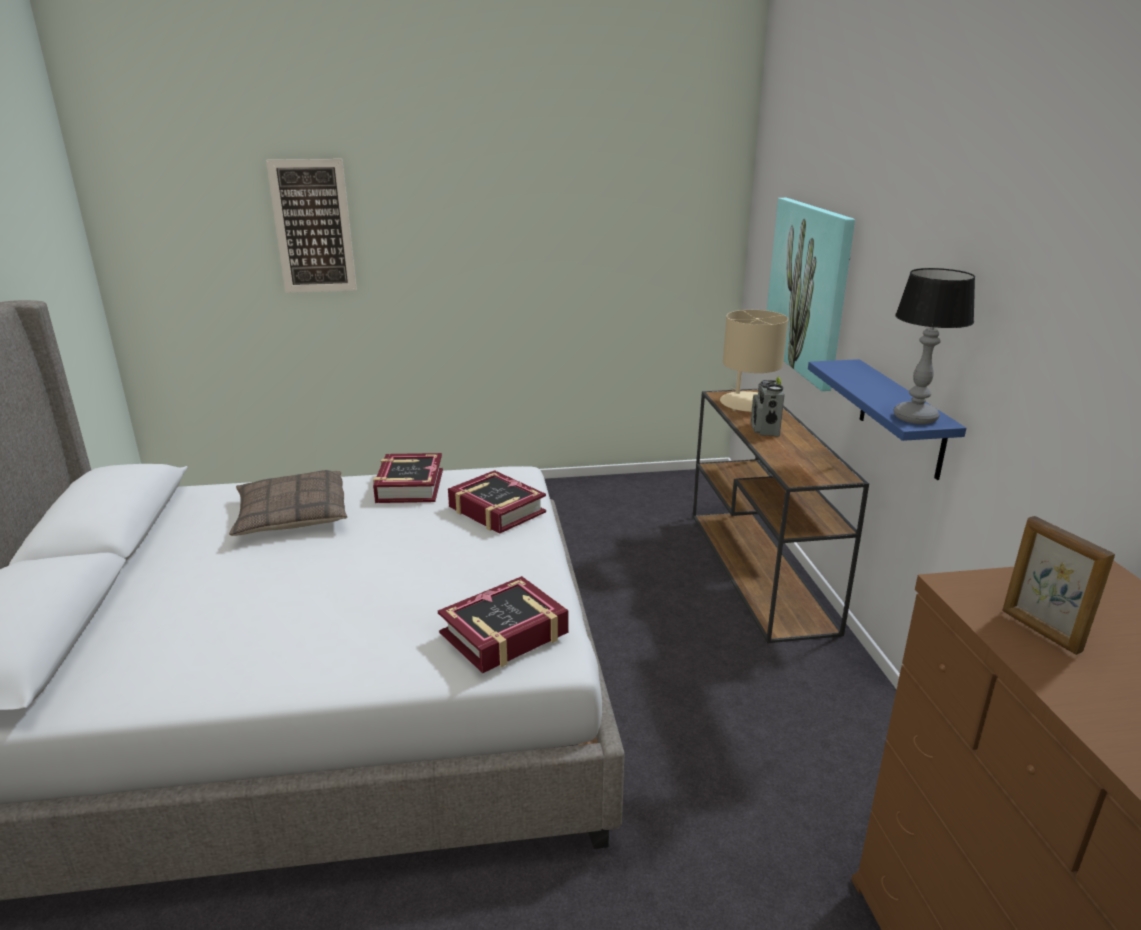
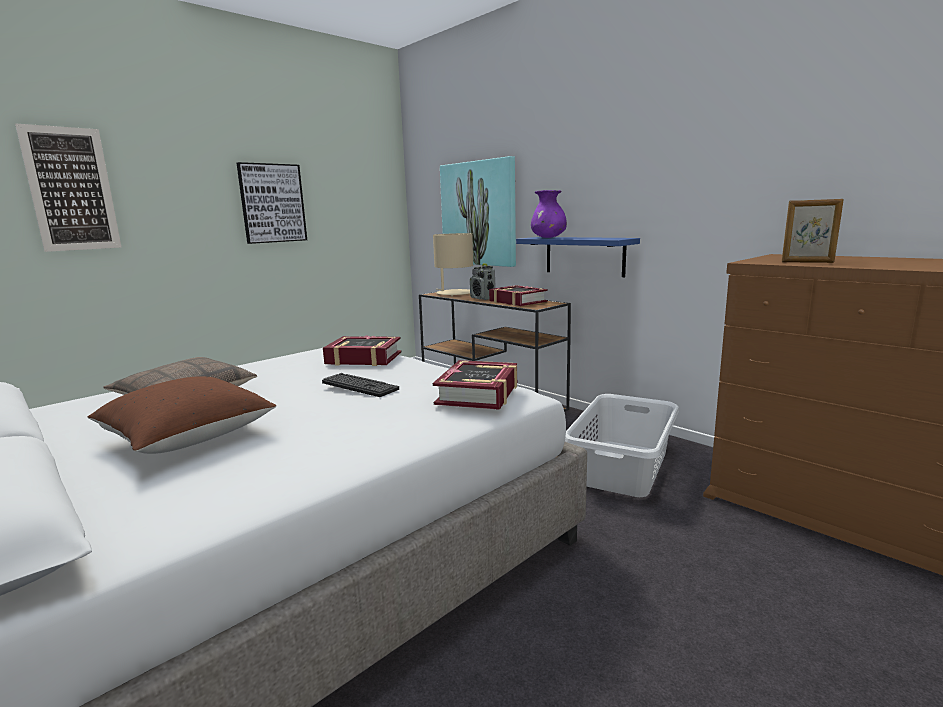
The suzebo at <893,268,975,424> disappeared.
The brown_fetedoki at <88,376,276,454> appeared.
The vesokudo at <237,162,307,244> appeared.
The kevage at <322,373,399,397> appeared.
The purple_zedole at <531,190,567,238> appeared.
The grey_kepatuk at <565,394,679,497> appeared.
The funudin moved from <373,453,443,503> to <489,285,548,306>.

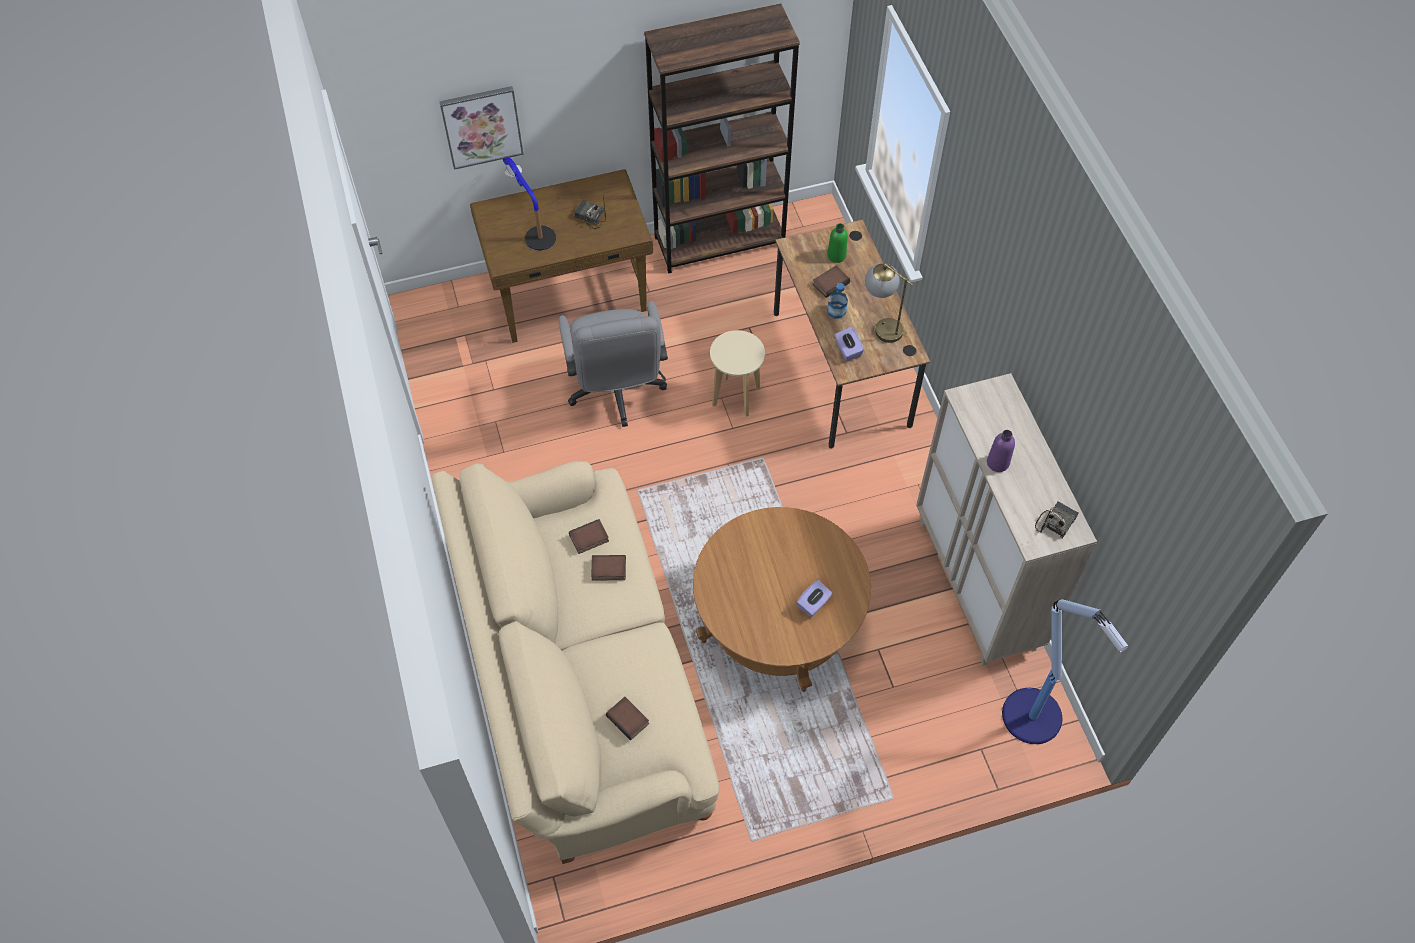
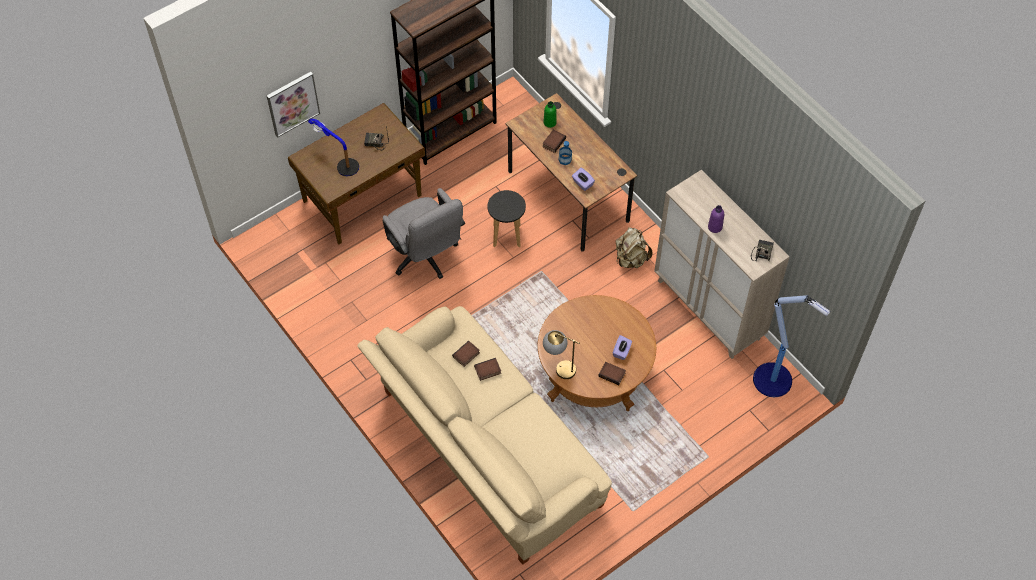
The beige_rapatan at <616,227,652,268> appeared.
The funudin moved from <606,697,649,740> to <598,362,626,385>.
The suzebo moved from <865,263,913,343> to <543,330,580,379>.
The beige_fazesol at <710,330,765,417> became the black_fazesol at <487,190,526,247>.

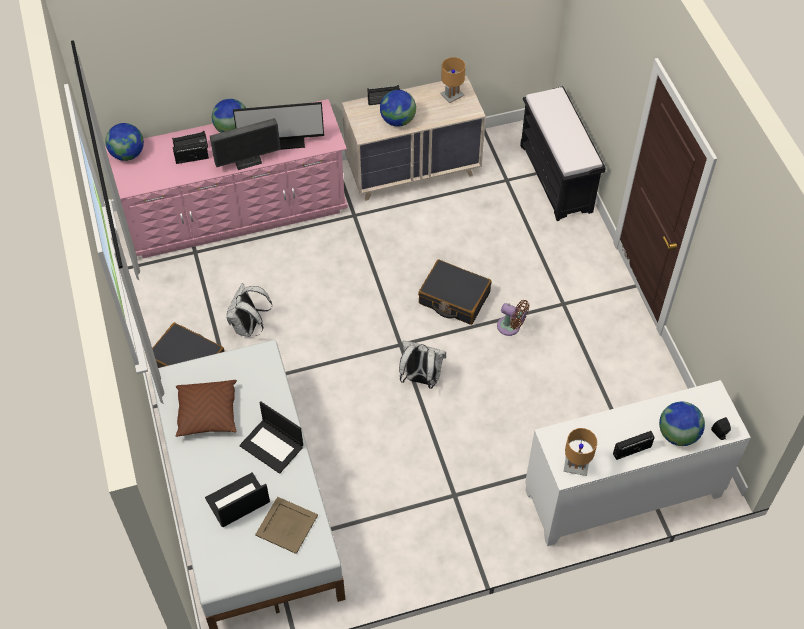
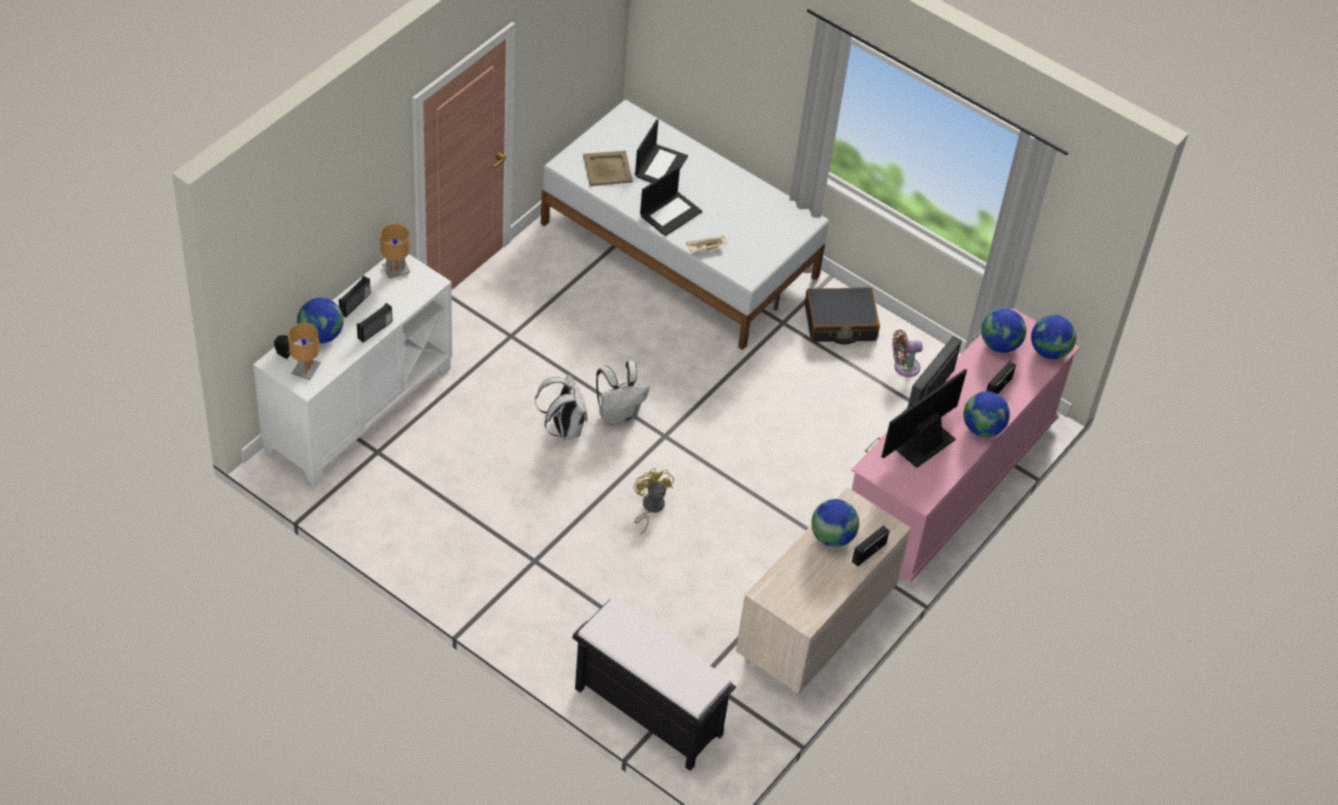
The brown_fetedoki at <176,380,237,437> disappeared.
The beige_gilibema at <685,236,726,251> appeared.
The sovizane at <981,308,1026,353> appeared.
The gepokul moved from <173,142,209,164> to <357,303,393,343>.
The white_rapatan moved from <227,283,272,337> to <535,375,587,440>.
The brown_suzebo moved from <440,57,465,103> to <288,323,321,380>.
The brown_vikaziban moved from <497,300,529,336> to <892,330,923,377>.
The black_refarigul at <418,259,491,325> was replaced by the yellow_vikaziban at <634,468,674,535>.
The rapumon at <239,401,303,474> turned 135 degrees clockwise.

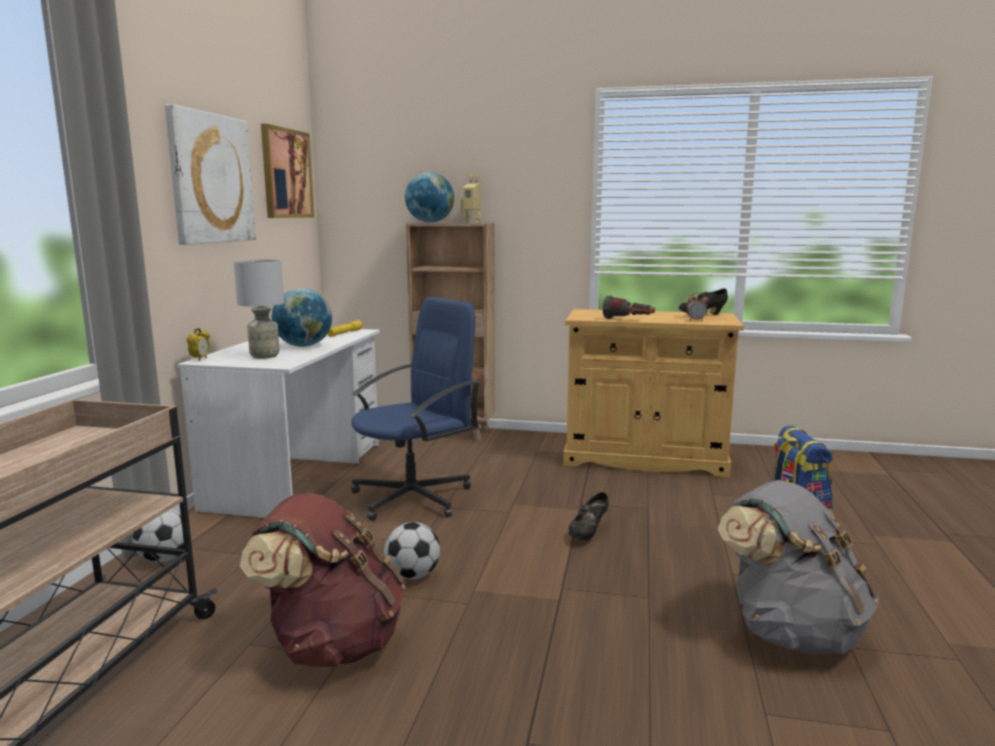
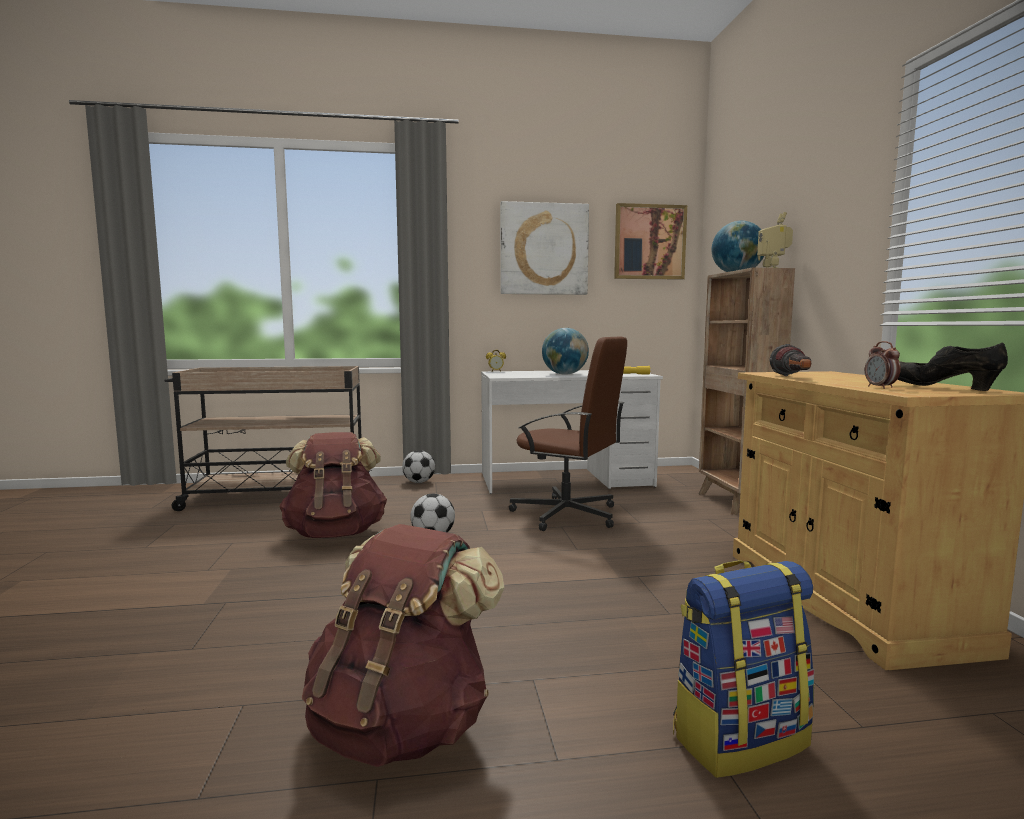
The grey_suzebo at <234,259,284,359> disappeared.
The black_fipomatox at <569,492,608,541> disappeared.
The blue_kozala at <351,297,480,521> became the brown_kozala at <509,337,627,531>.
The grey_rapatan at <718,480,879,655> became the brown_rapatan at <302,524,504,767>.

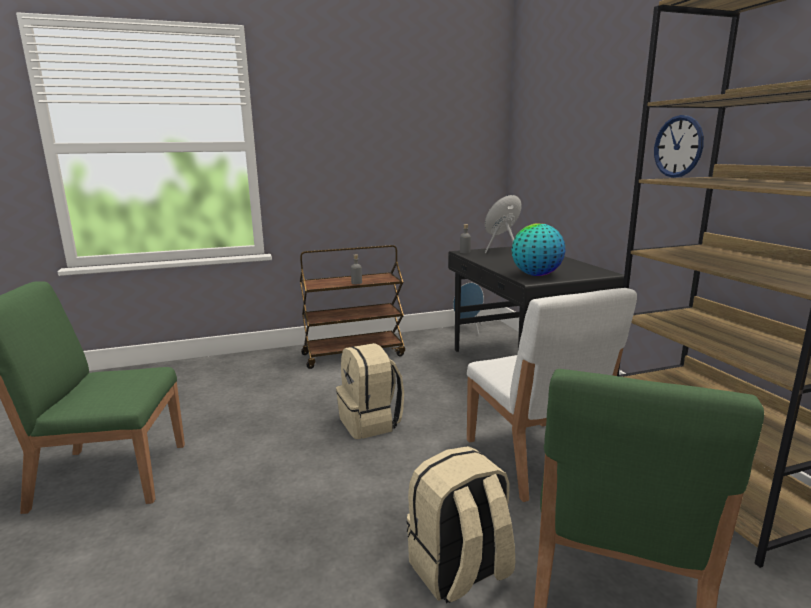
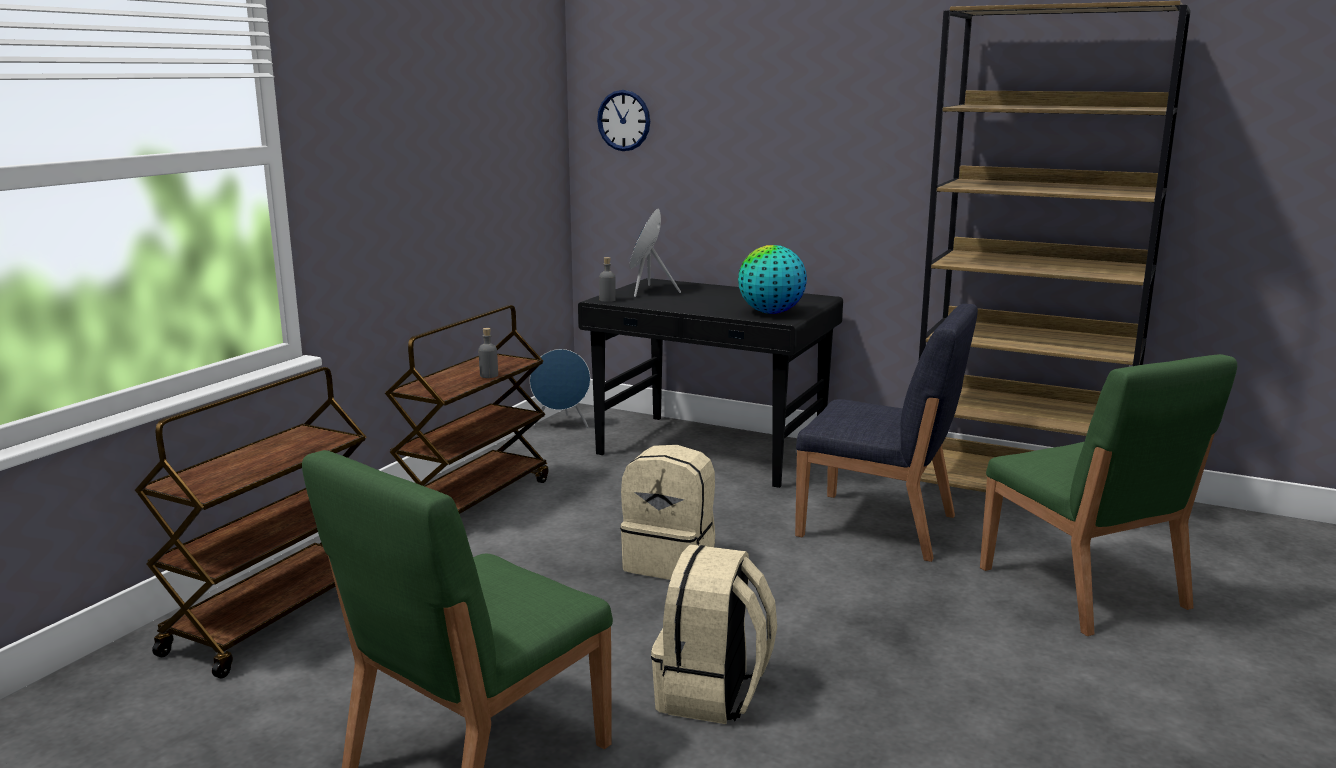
The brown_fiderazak at <135,367,367,678> appeared.
The beige_rapatan moved from <407,446,515,603> to <651,545,777,724>.
The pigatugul moved from <654,115,704,178> to <597,90,650,151>.
The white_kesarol at <467,288,637,502> became the blue_kesarol at <795,304,978,562>.

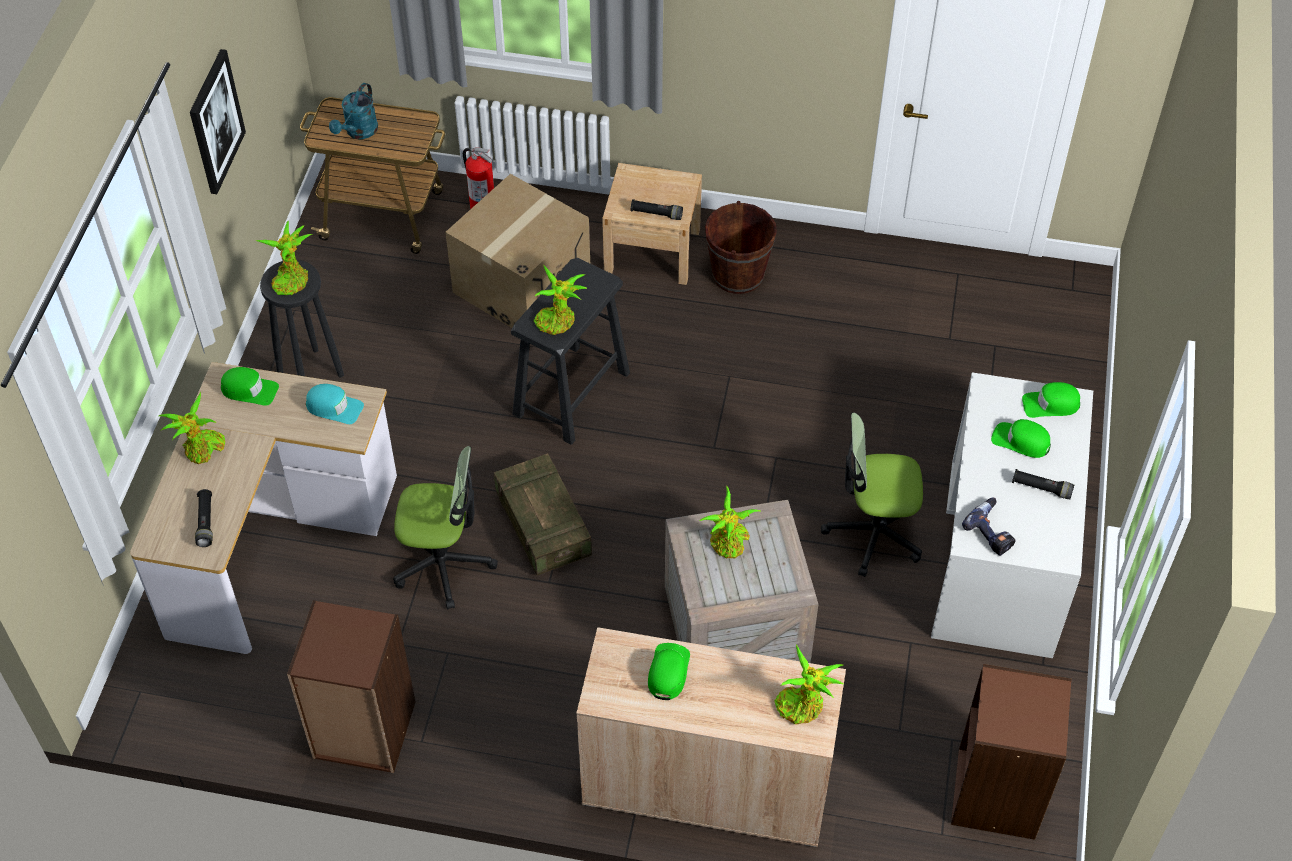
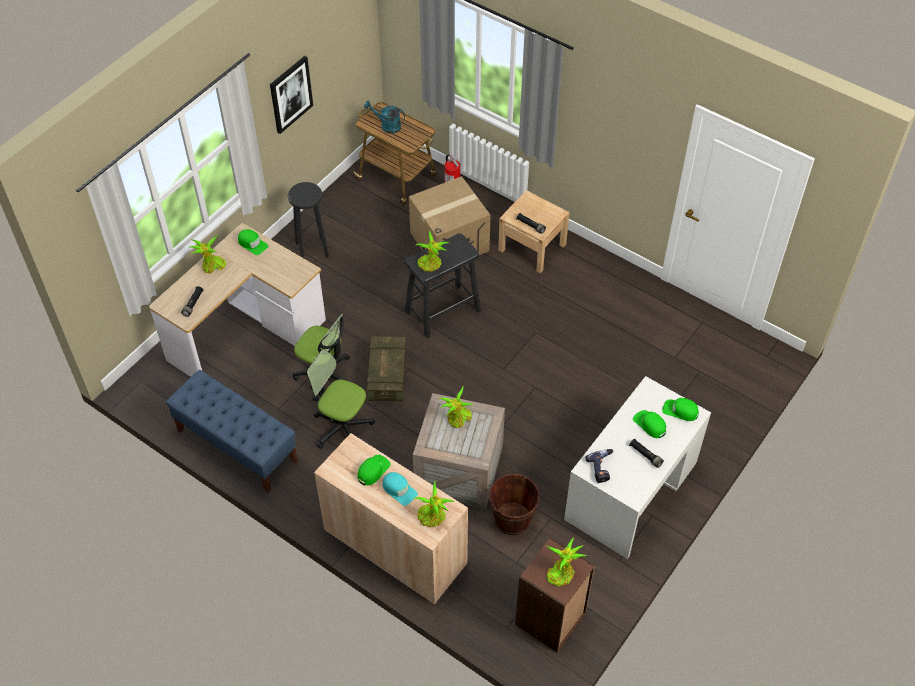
The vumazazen moved from <255,220,313,295> to <547,537,587,586>.
The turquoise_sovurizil moved from <306,384,364,424> to <383,472,418,506>.
The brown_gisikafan moved from <705,201,777,294> to <489,474,540,535>.
The kozala moved from <821,412,923,577> to <307,350,375,449>.
The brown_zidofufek at <287,600,415,773> was replaced by the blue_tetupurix at <166,370,298,493>.
The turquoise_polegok at <329,83,378,139> turned 60 degrees clockwise.

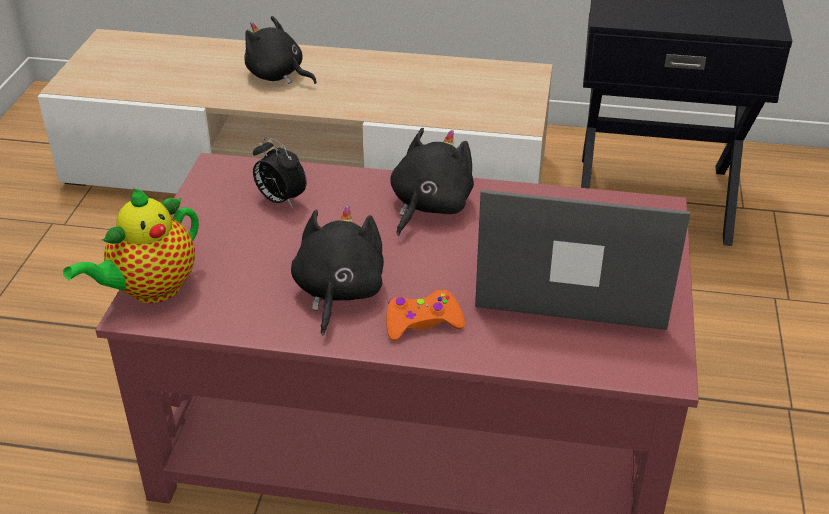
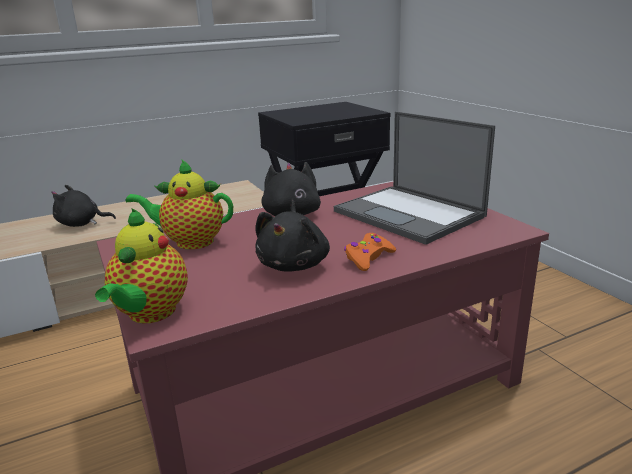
The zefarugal at <253,137,306,208> was replaced by the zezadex at <125,159,233,250>.
The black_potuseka at <291,205,384,335> turned 135 degrees counterclockwise.
The rapumon at <475,190,690,330> turned 105 degrees counterclockwise.

